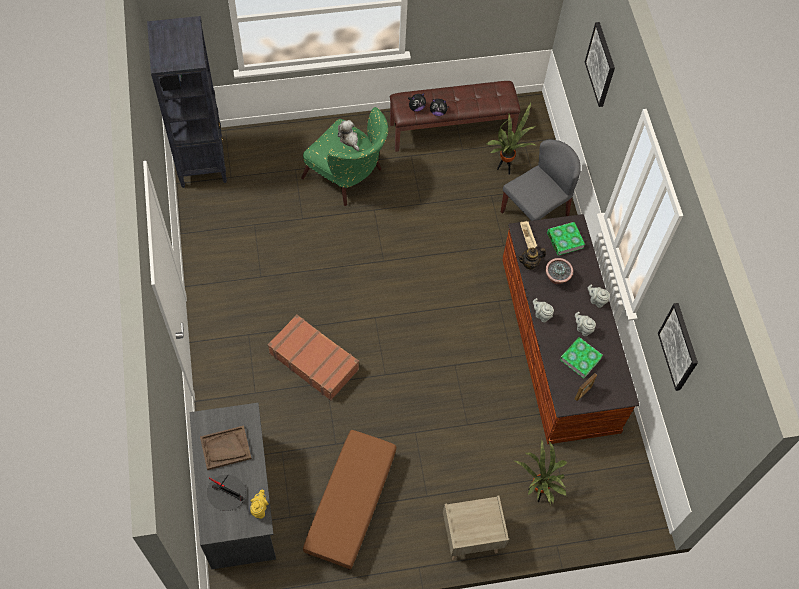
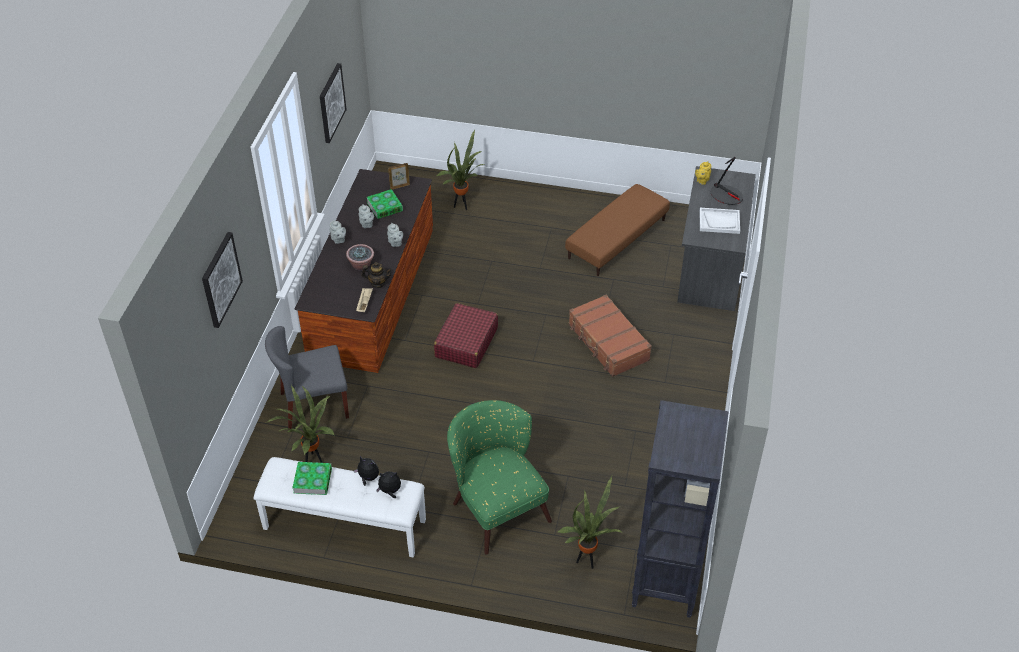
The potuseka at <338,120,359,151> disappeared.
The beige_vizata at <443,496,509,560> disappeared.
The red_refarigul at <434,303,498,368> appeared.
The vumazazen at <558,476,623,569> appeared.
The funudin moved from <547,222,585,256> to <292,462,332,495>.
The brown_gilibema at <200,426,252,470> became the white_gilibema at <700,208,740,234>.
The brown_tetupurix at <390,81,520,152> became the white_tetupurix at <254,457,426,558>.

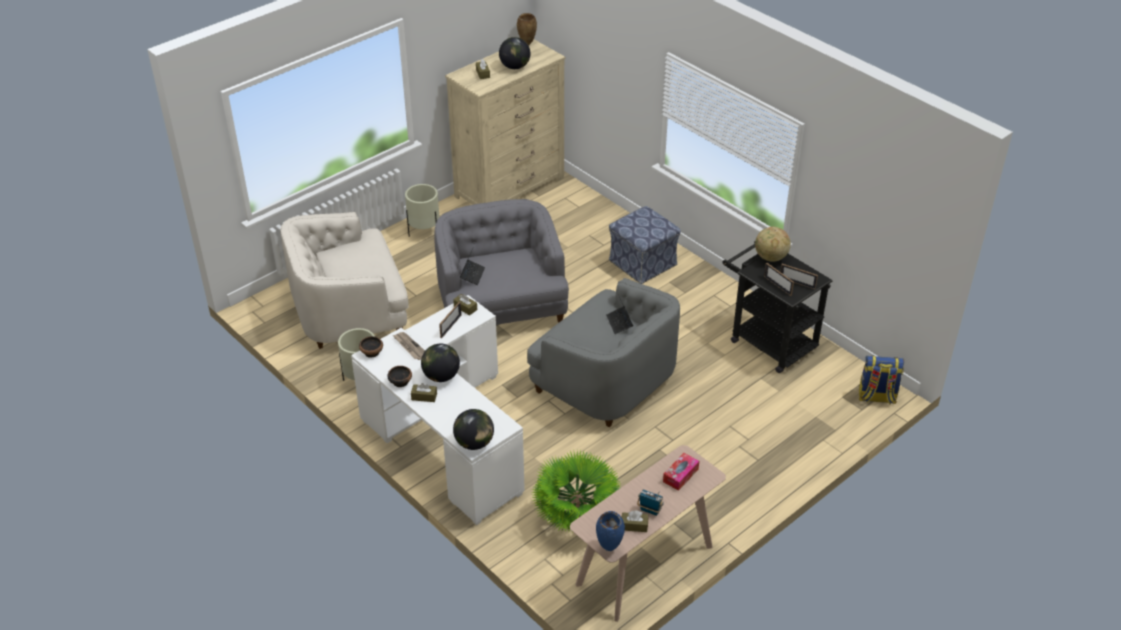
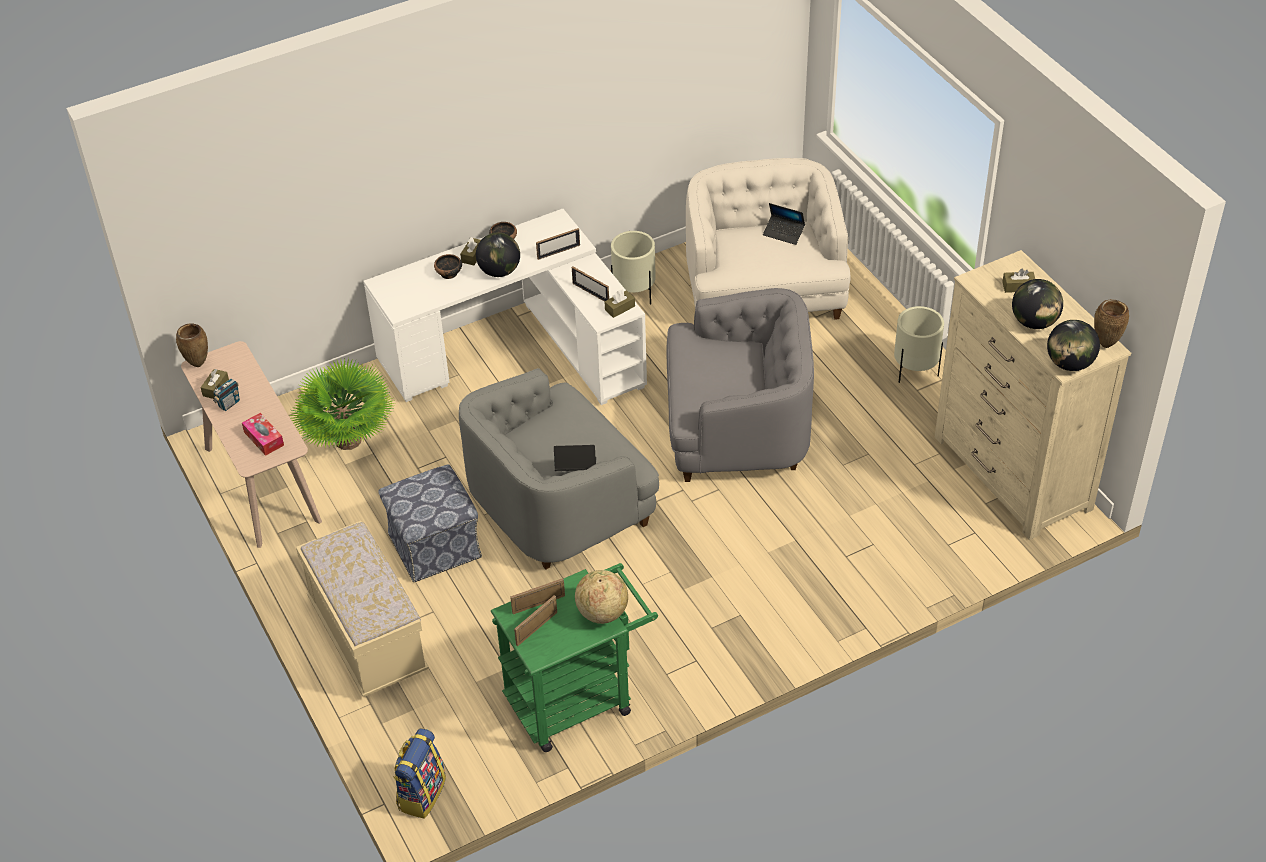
The beige_tetupurix at <296,521,429,697> appeared.
The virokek moved from <359,336,383,357> to <434,254,462,279>.
The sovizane moved from <453,409,494,450> to <1047,320,1100,371>.
The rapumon moved from <460,248,485,285> to <763,203,805,245>.
The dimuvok moved from <609,206,681,284> to <379,464,482,582>.
The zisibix at <393,332,425,360> was replaced by the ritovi at <536,228,580,260>.
The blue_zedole at <596,511,625,551> became the brown_zedole at <176,323,208,367>.
The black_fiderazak at <722,240,833,373> became the green_fiderazak at <491,563,658,752>.

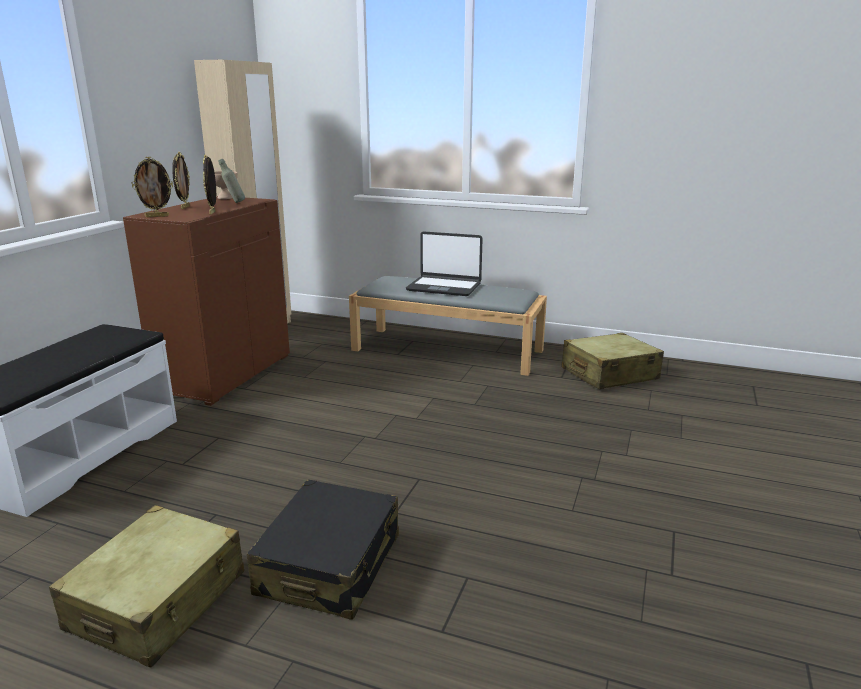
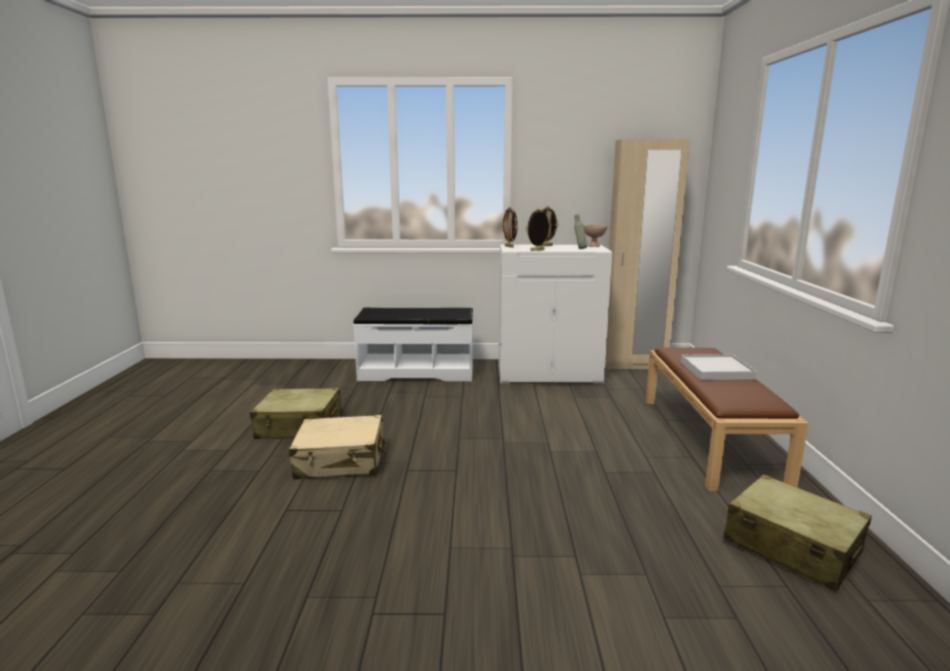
The rapumon at <406,231,483,296> was replaced by the white_gilibema at <681,354,757,380>.
The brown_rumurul at <123,196,290,406> became the white_rumurul at <499,245,612,384>.
The black_refarigul at <247,480,399,620> became the beige_refarigul at <289,415,386,479>.
The grey_tetupurix at <349,276,547,376> became the brown_tetupurix at <646,348,808,491>.

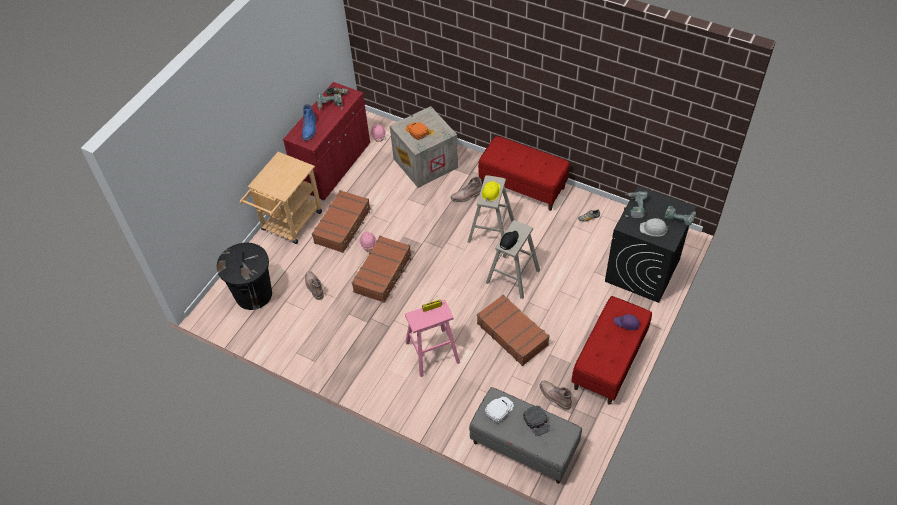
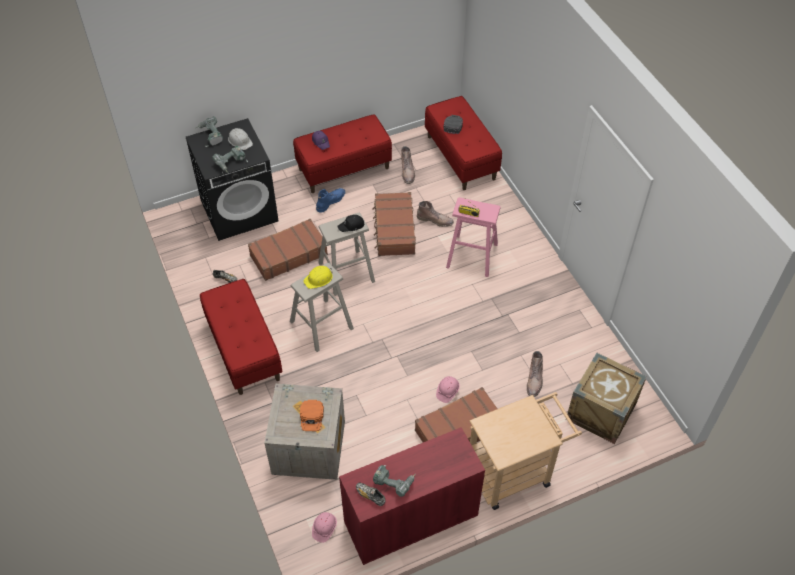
The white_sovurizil at <485,396,514,424> disappeared.
The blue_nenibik moved from <302,104,316,141> to <316,188,345,213>.
The brown_refarigul moved from <352,236,411,303> to <248,219,328,281>.
The brown_nenibik moved from <450,177,482,202> to <417,201,454,227>.
The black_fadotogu at <217,243,272,310> was replaced by the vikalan at <566,353,647,444>.
The grey_tetupurix at <469,387,582,484> became the red_tetupurix at <425,96,502,190>.

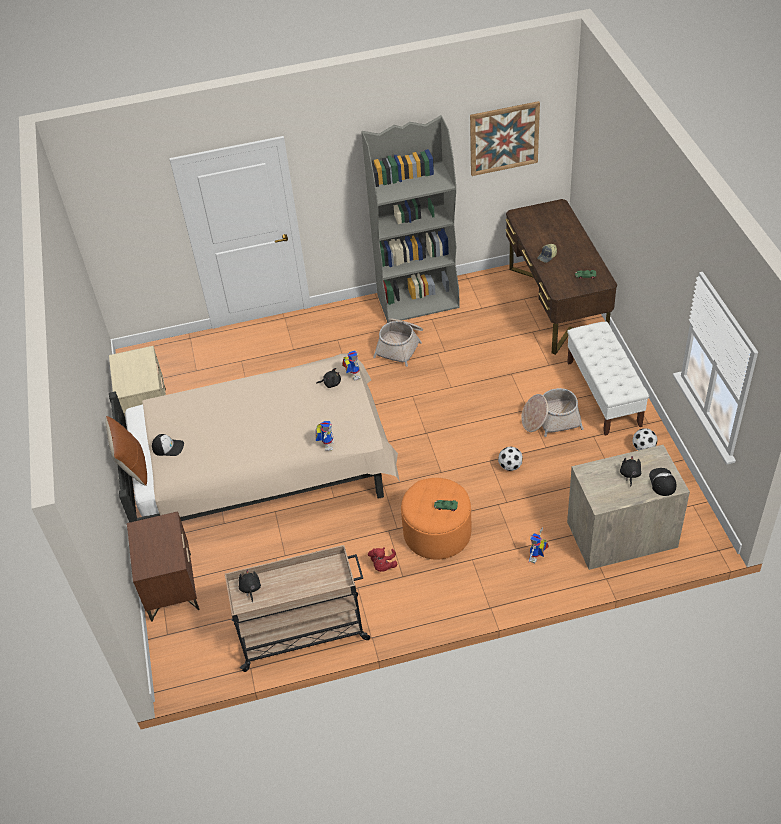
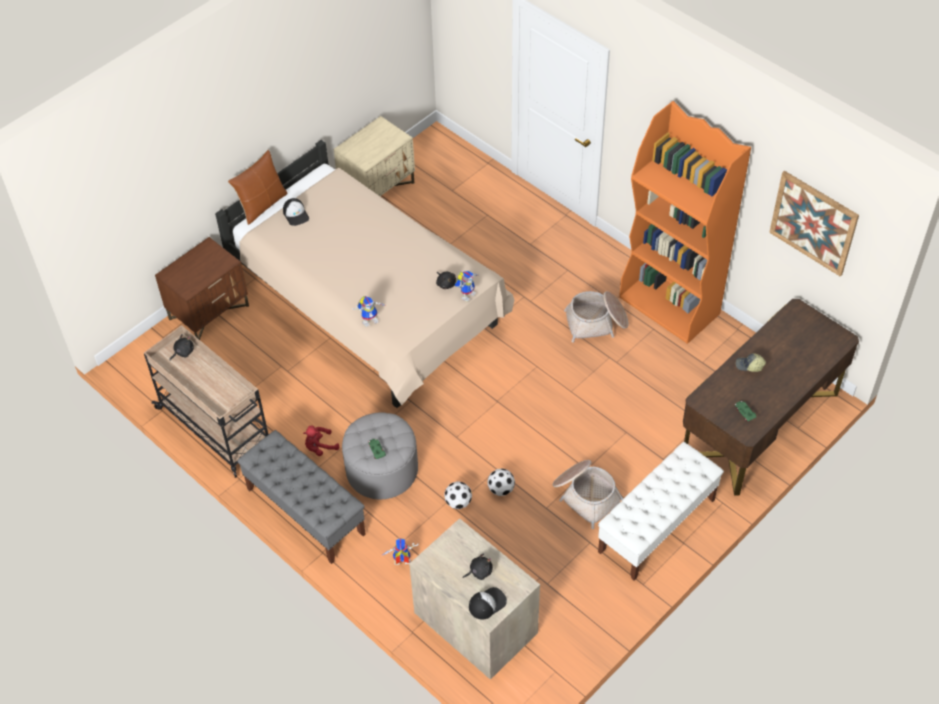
The grey_tetupurix at <237,430,366,564> appeared.
The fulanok moved from <632,428,658,450> to <444,481,472,509>.
The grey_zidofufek at <361,115,460,323> became the orange_zidofufek at <619,101,751,344>.
The orange_dimuvok at <401,478,471,560> became the grey_dimuvok at <342,412,418,499>.

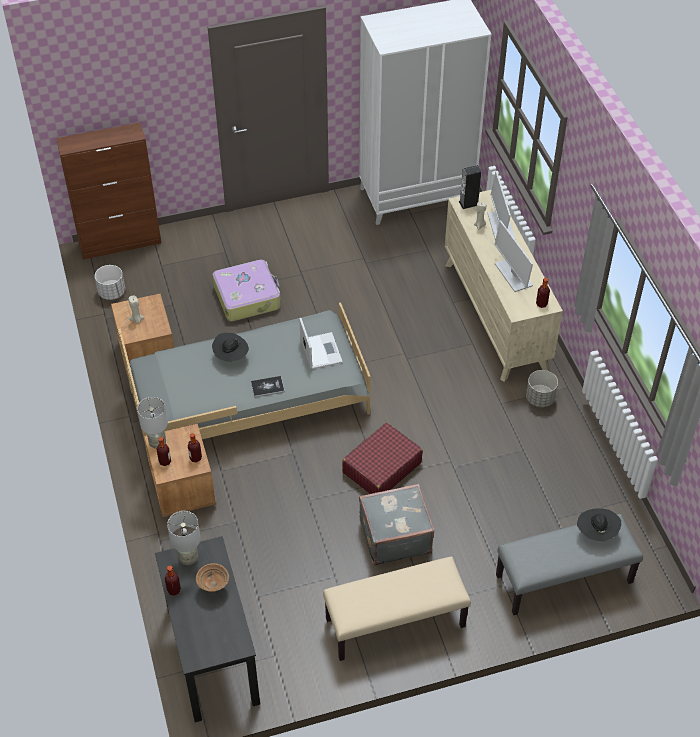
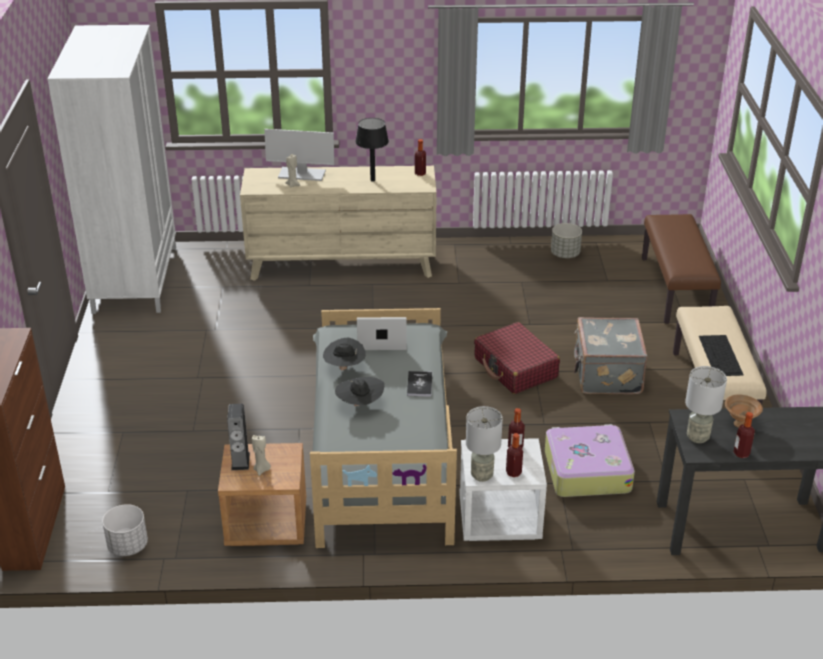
The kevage at <699,335,744,376> appeared.
The refarigul moved from <213,260,281,321> to <545,424,635,497>.
The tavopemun moved from <459,165,481,209> to <227,404,250,470>.
The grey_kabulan moved from <526,370,558,407> to <551,223,582,258>.
The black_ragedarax moved from <577,508,621,541> to <323,337,366,370>.
The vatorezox at <494,220,533,292> was replaced by the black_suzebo at <356,118,389,181>.
The brown_vizata at <144,424,216,517> became the white_vizata at <459,438,547,541>.
The grey_tetupurix at <496,514,643,615> became the brown_tetupurix at <642,214,721,324>.

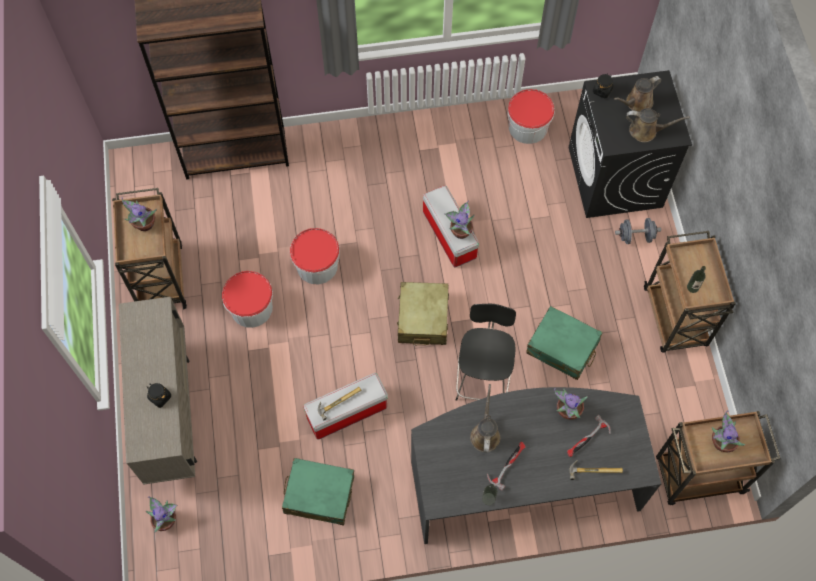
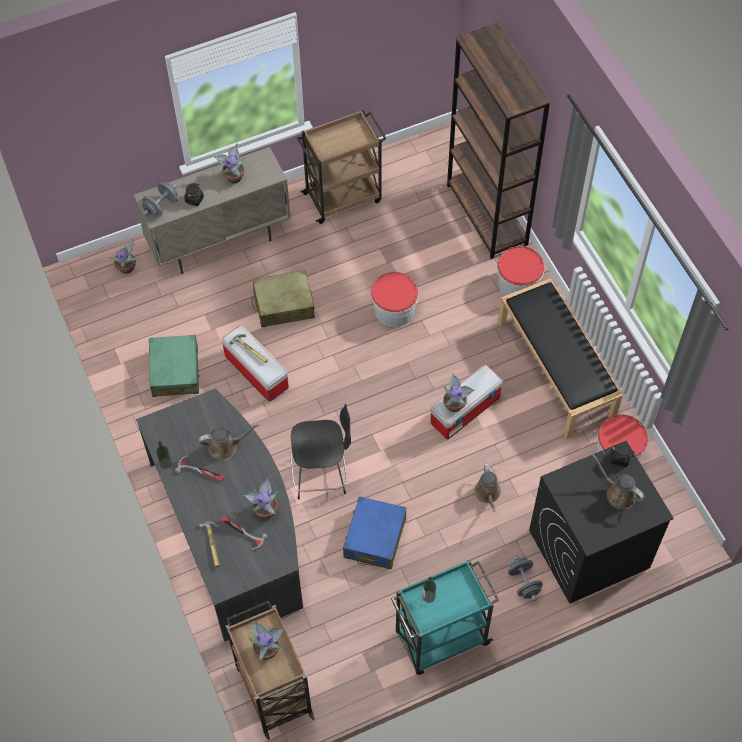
The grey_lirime at <142,182,178,217> appeared.
The black_tetupurix at <498,278,623,439> appeared.
The vumazazen moved from <122,197,157,231> to <214,143,244,184>.
The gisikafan moved from <222,271,273,328> to <497,246,544,296>.
The beige_refarigul moved from <397,282,449,345> to <251,270,315,327>.
The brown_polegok moved from <626,108,690,142> to <474,463,501,512>.
The green_refarigul at <526,306,602,380> became the blue_refarigul at <343,496,406,569>.
The brown_fiderazak at <644,231,736,353> became the turquoise_fiderazak at <391,560,499,675>.

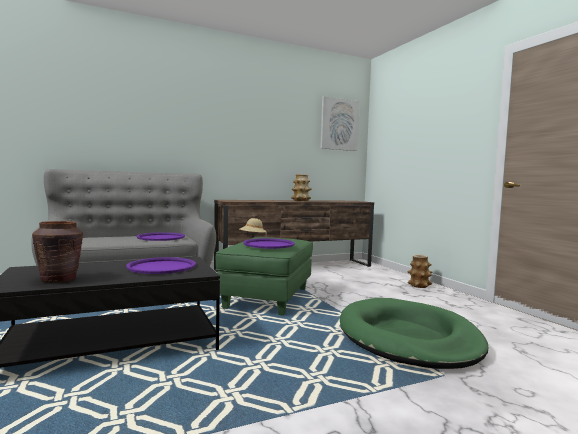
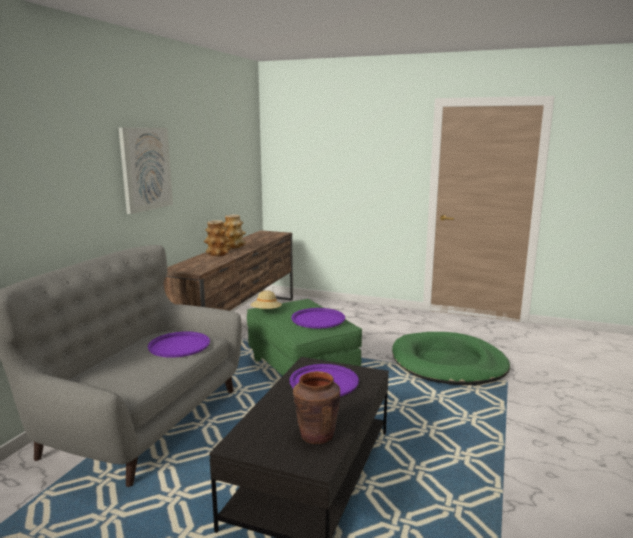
The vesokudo moved from <320,96,360,151> to <119,128,173,214>.
The zedole moved from <407,254,432,288> to <204,220,230,256>.

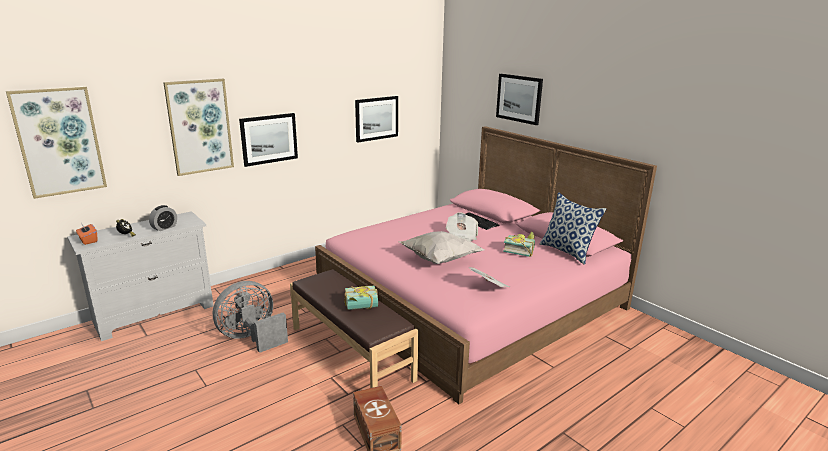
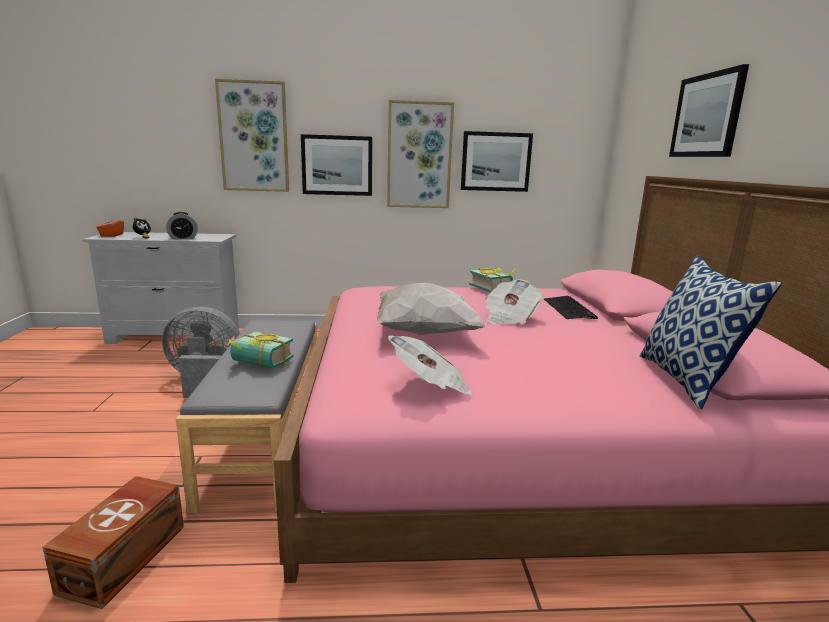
The vesokudo moved from <6,86,107,199> to <387,100,454,208>.
The funudin moved from <503,232,535,257> to <469,268,516,292>.
The brown_tetupurix at <290,269,418,388> became the grey_tetupurix at <176,320,317,513>.

